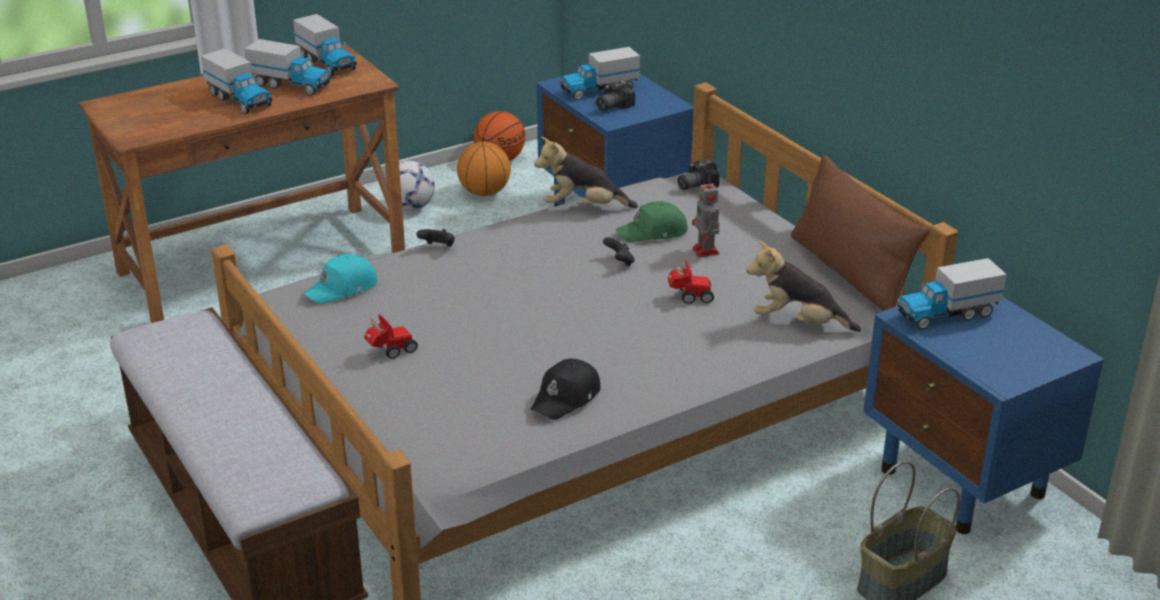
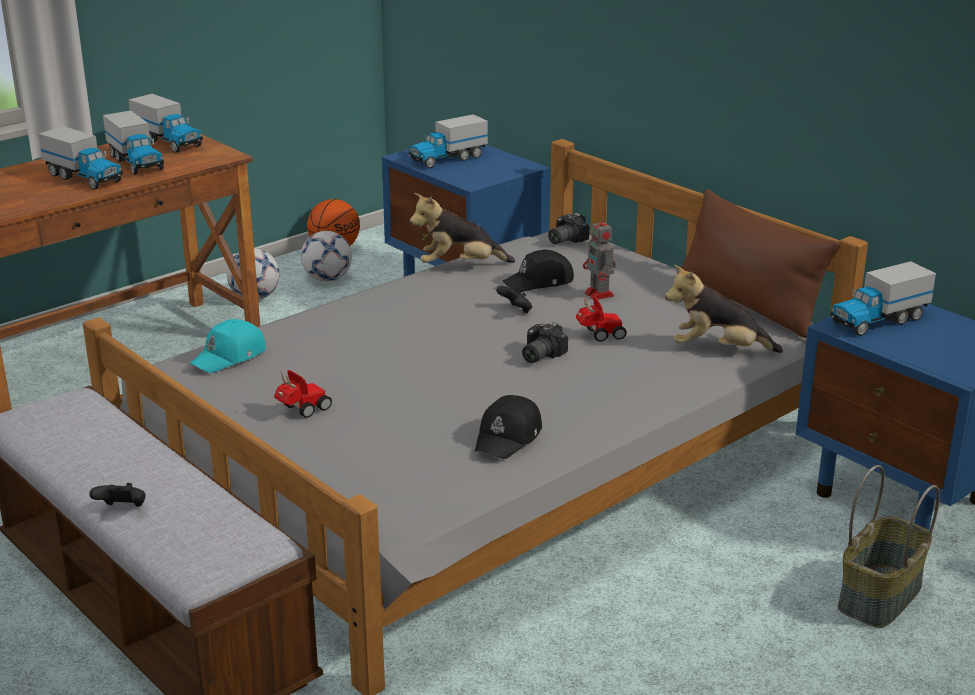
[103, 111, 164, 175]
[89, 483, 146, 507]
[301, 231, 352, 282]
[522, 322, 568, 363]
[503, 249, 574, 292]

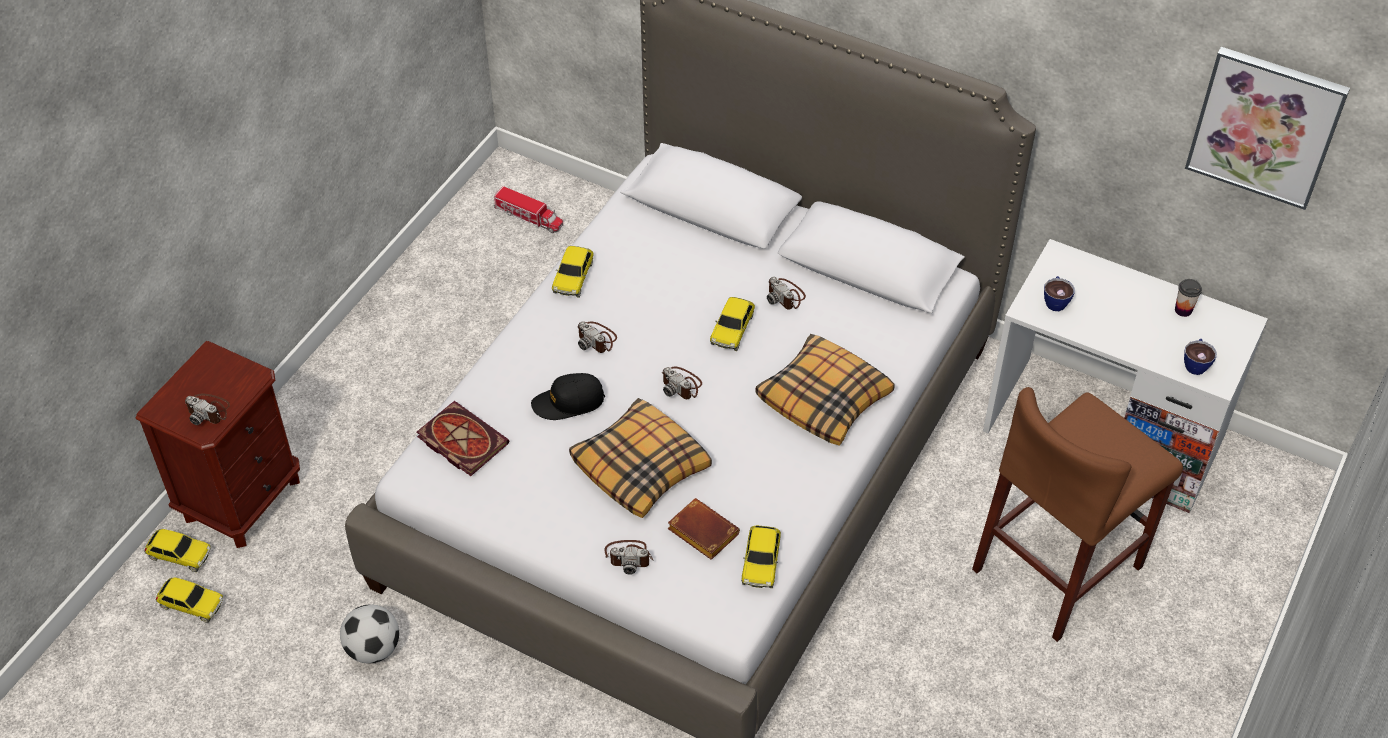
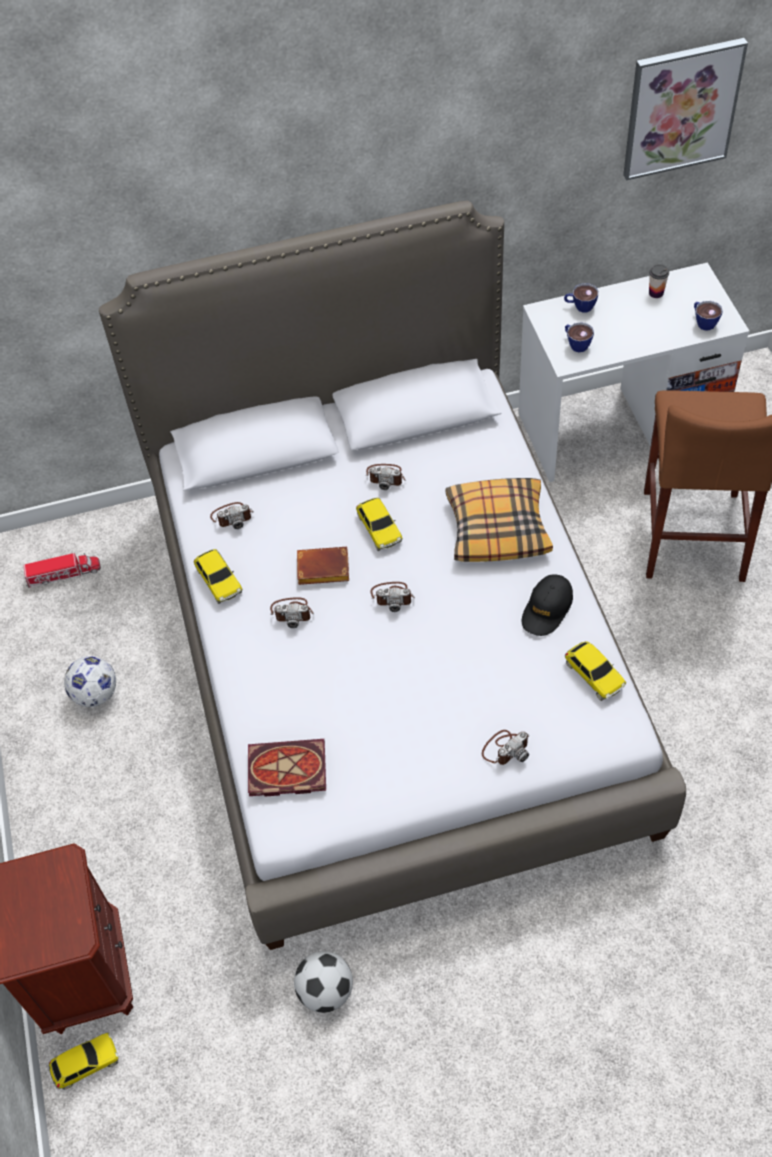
[156, 577, 223, 623] (first image)
[210, 502, 254, 529]
[522, 574, 573, 636]
[569, 398, 712, 518] (first image)
[297, 547, 349, 585]
[64, 656, 116, 707]
[564, 283, 598, 313]

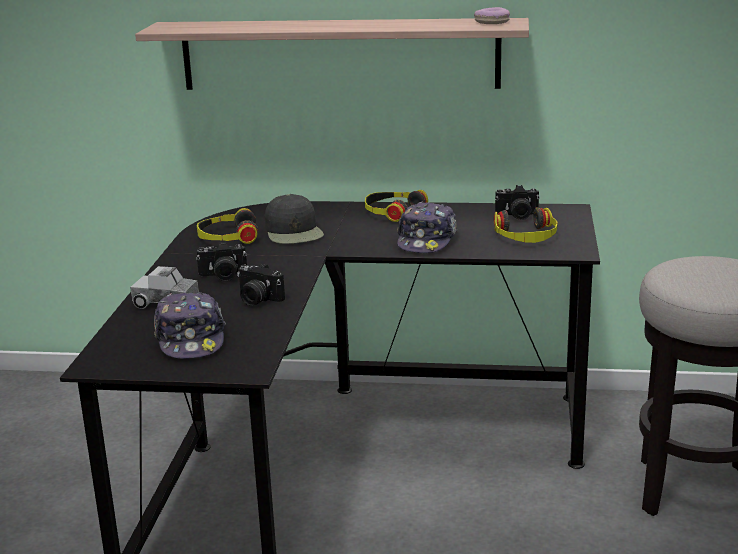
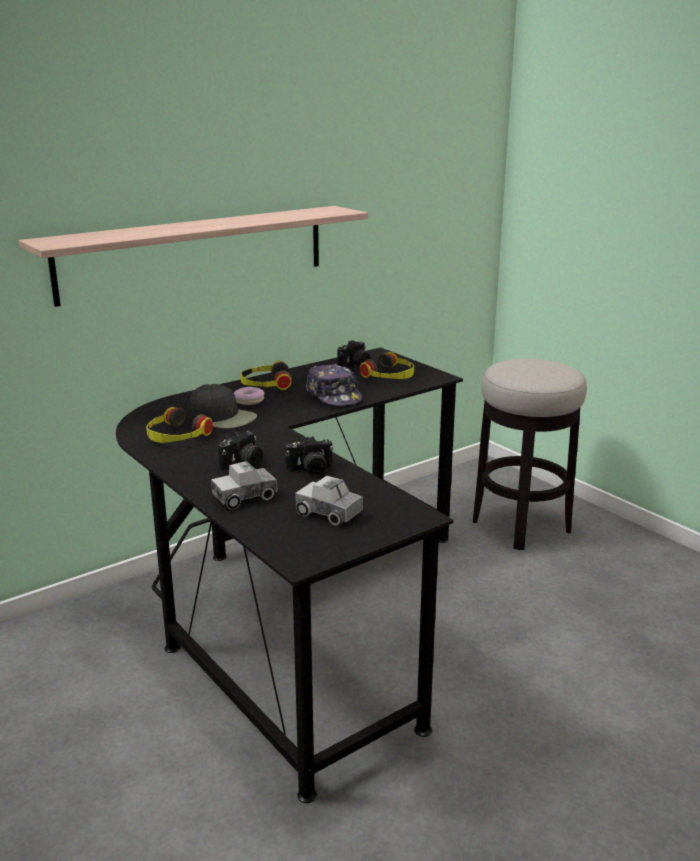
[295, 476, 363, 526]
[234, 387, 265, 405]

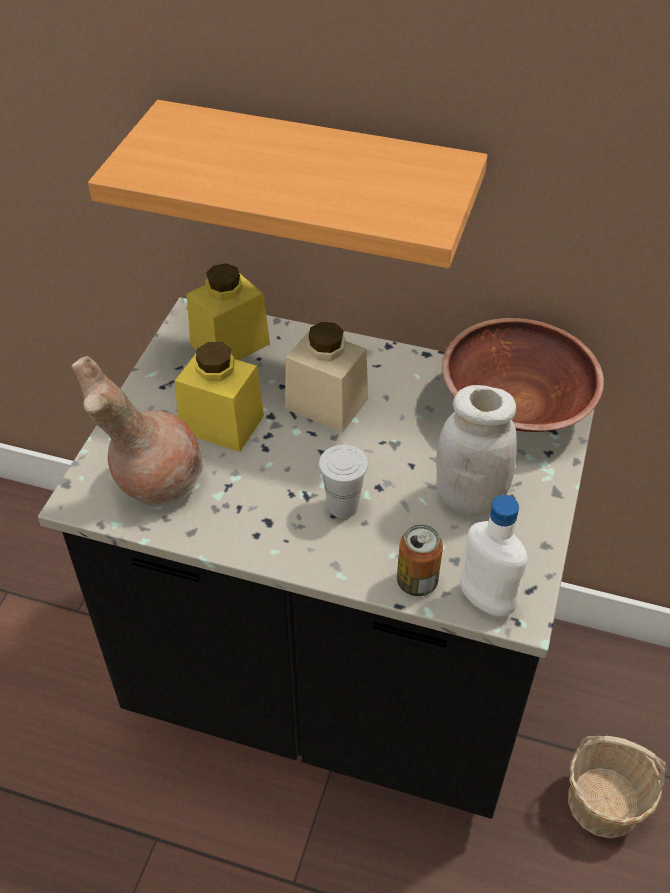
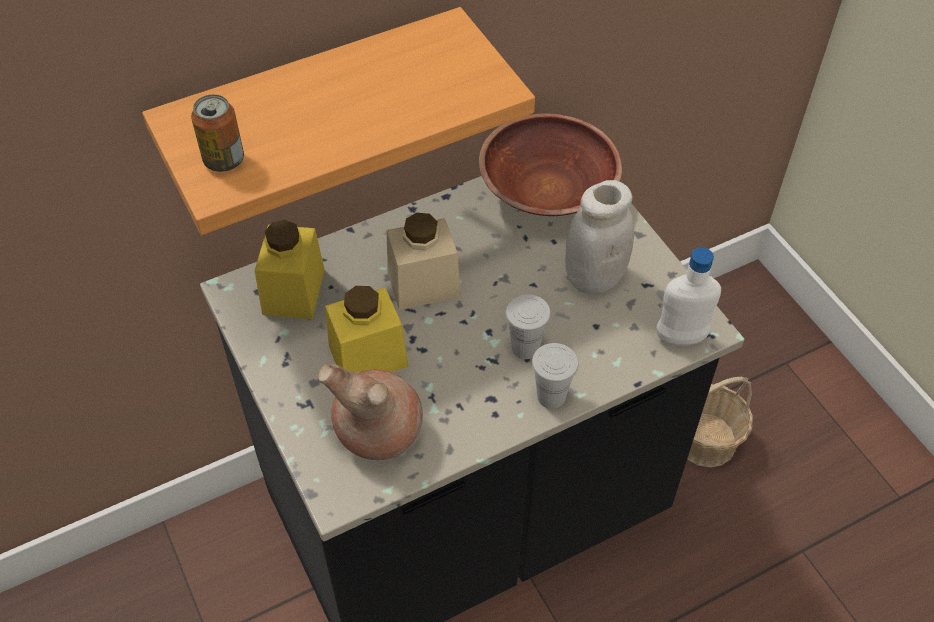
[191, 95, 244, 172]
[532, 343, 579, 409]

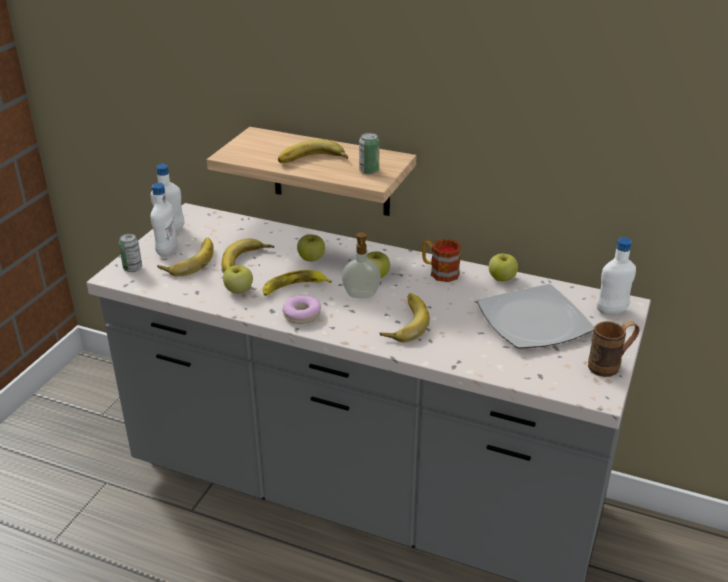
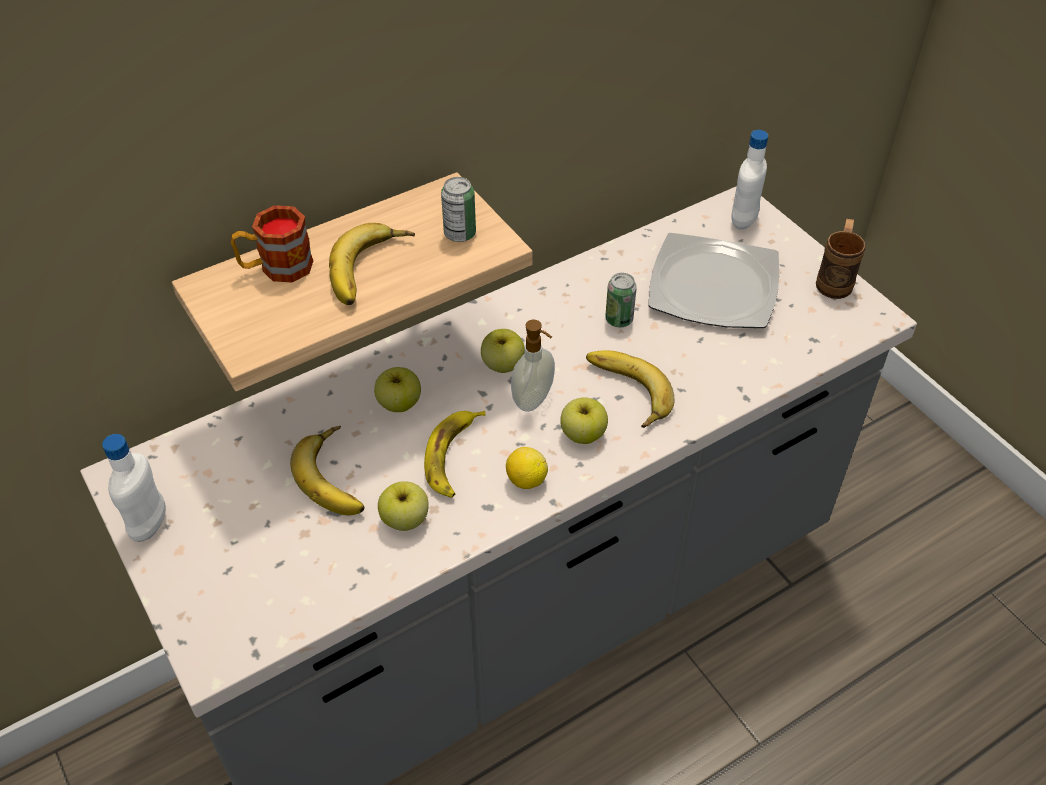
[605, 273, 637, 327]
[151, 183, 177, 256] (first image)
[157, 237, 214, 277] (first image)
[506, 447, 548, 489]
[231, 205, 313, 283]
[560, 397, 608, 444]

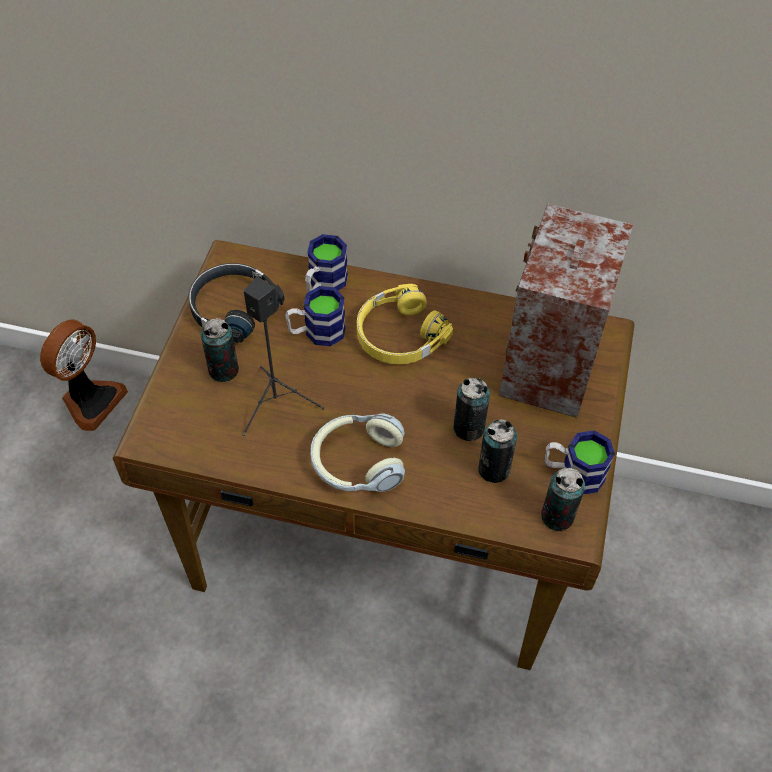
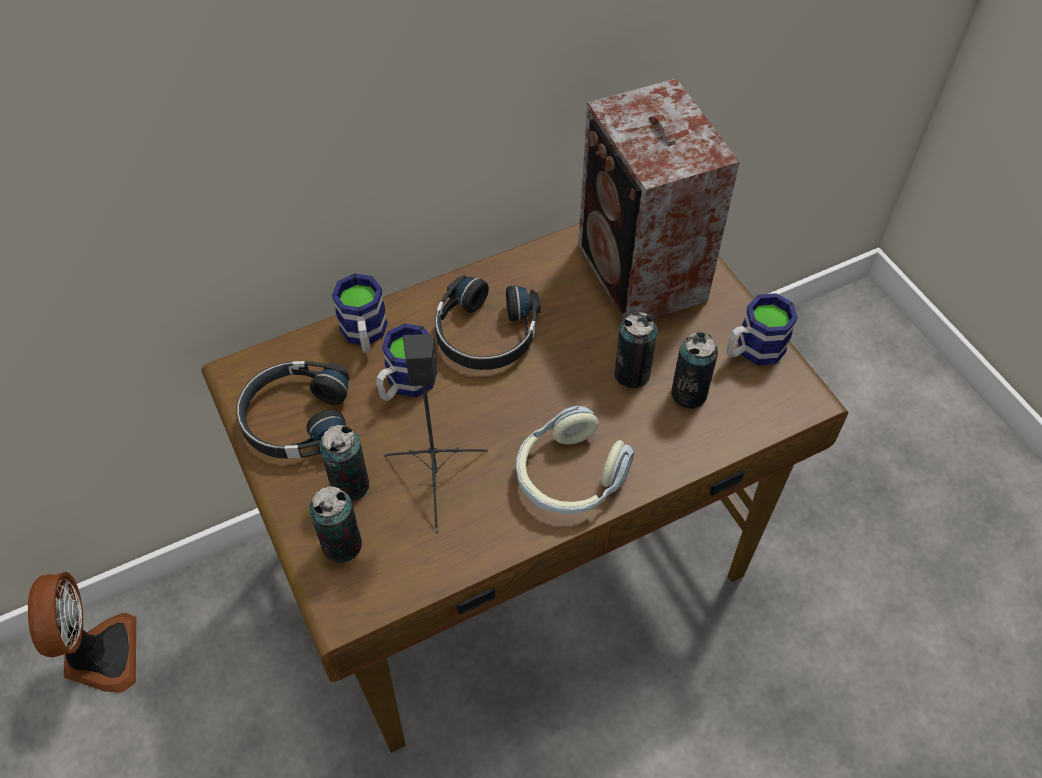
[435, 275, 541, 370]
[309, 486, 362, 563]

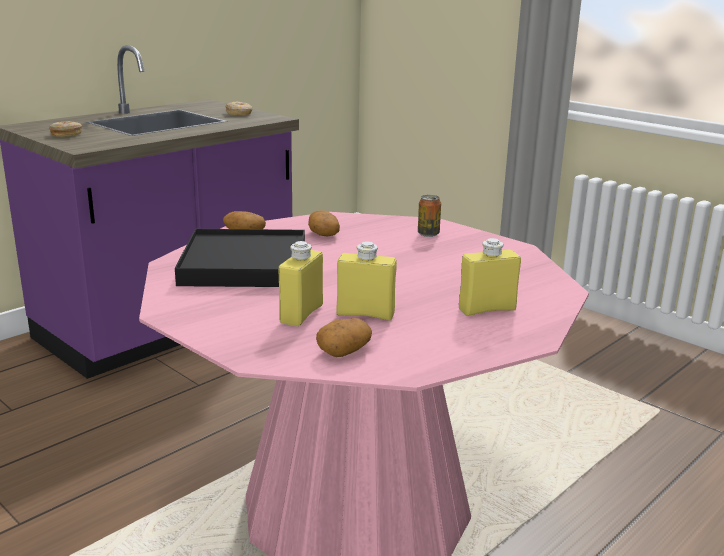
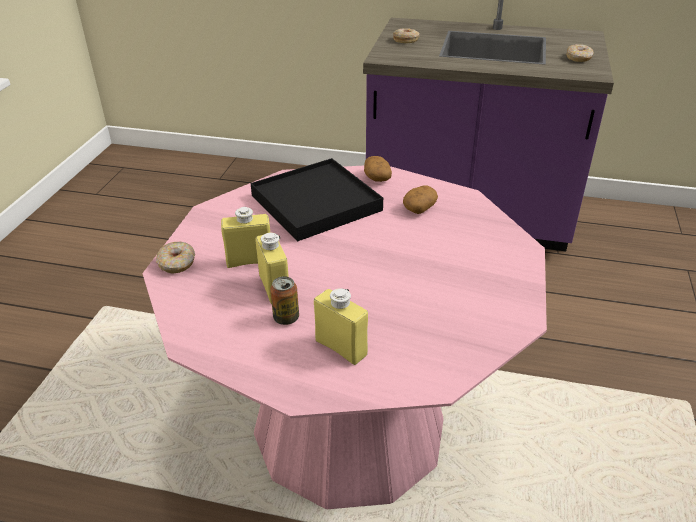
[316, 318, 372, 357] (first image)
[270, 276, 299, 325]
[156, 242, 195, 274]

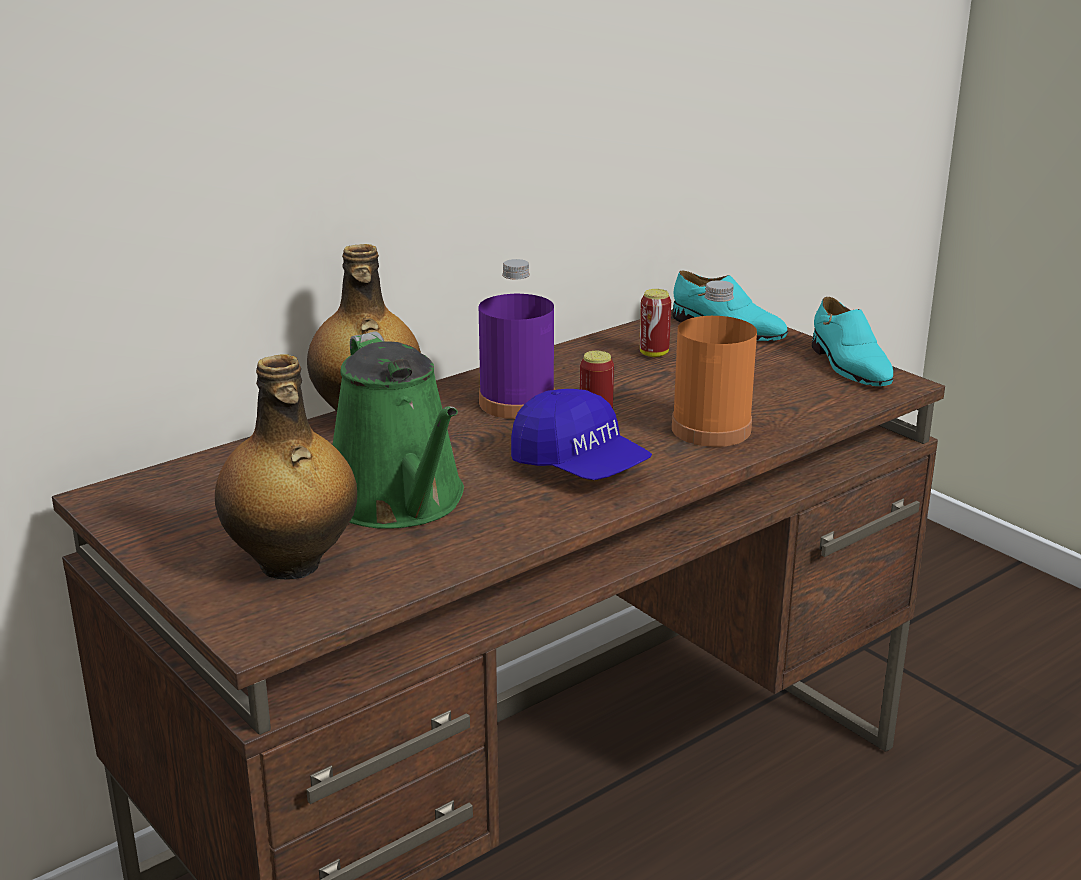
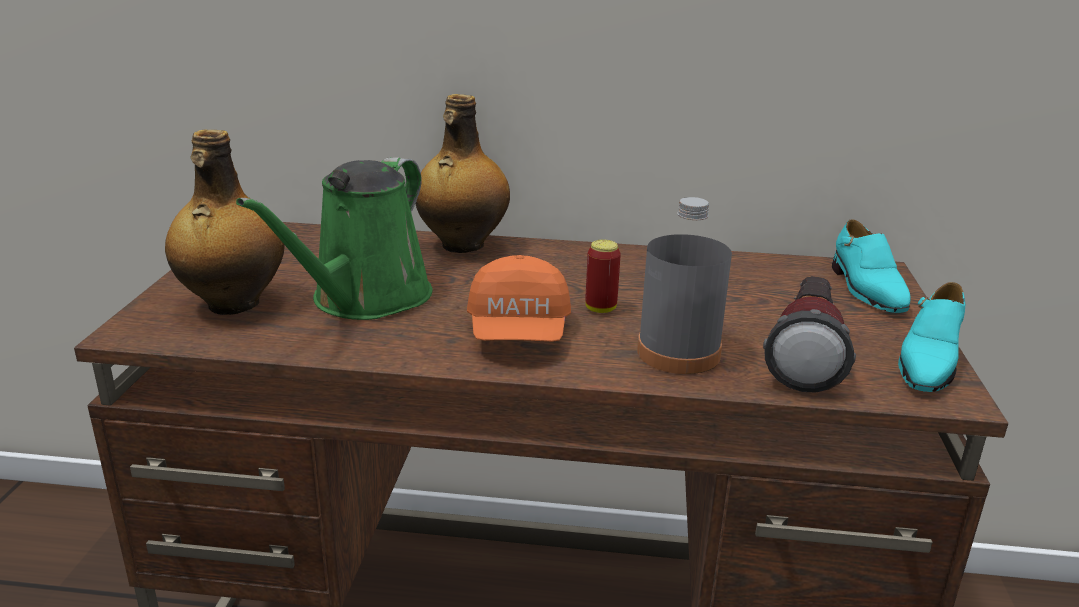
[479, 259, 555, 419] (first image)
[467, 255, 571, 342]
[640, 289, 671, 357] (first image)
[637, 197, 732, 374]
[763, 276, 856, 393]

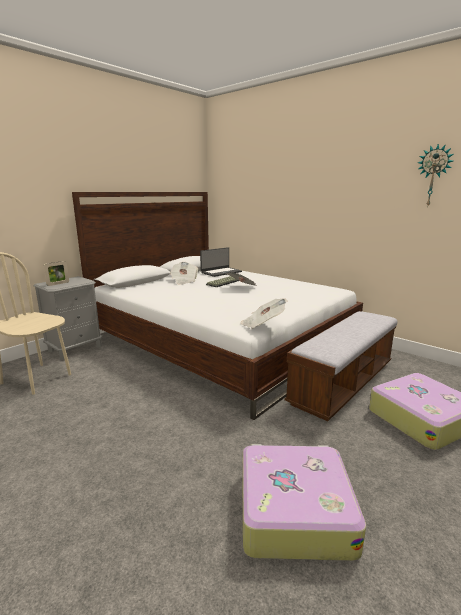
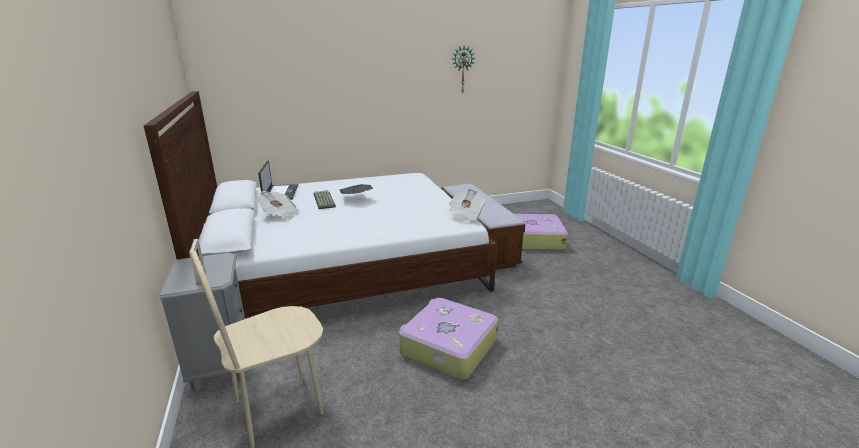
[399, 298, 498, 380]

